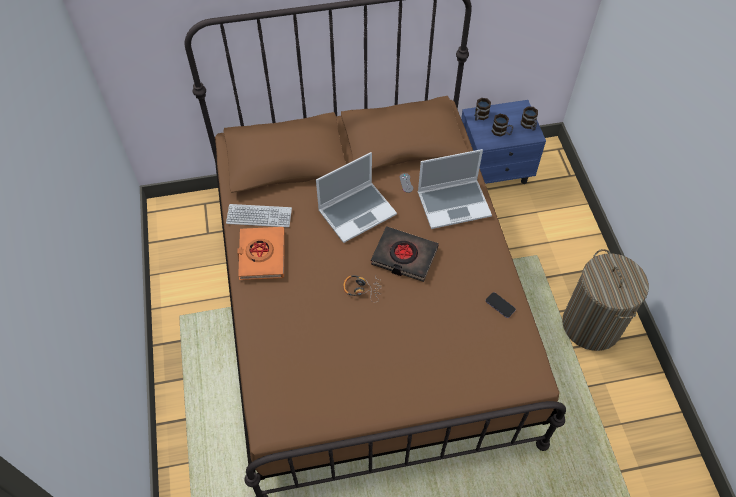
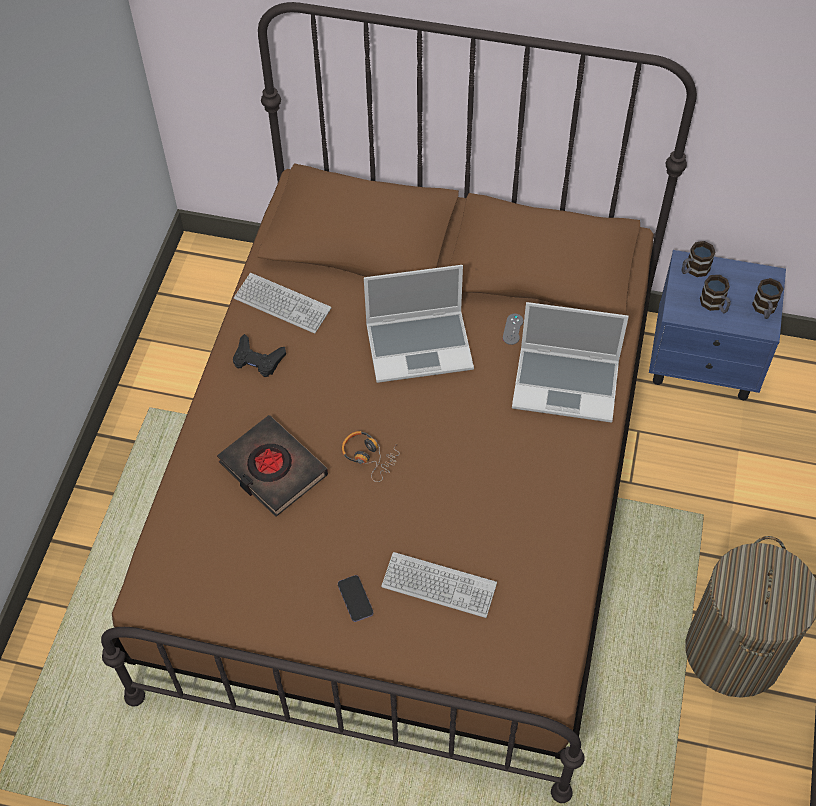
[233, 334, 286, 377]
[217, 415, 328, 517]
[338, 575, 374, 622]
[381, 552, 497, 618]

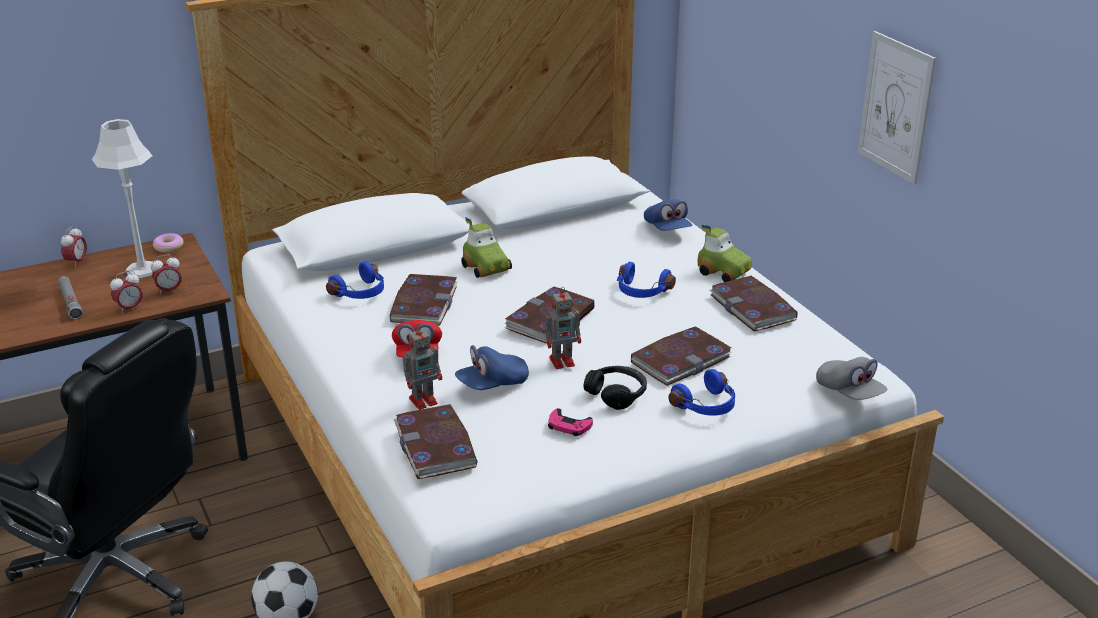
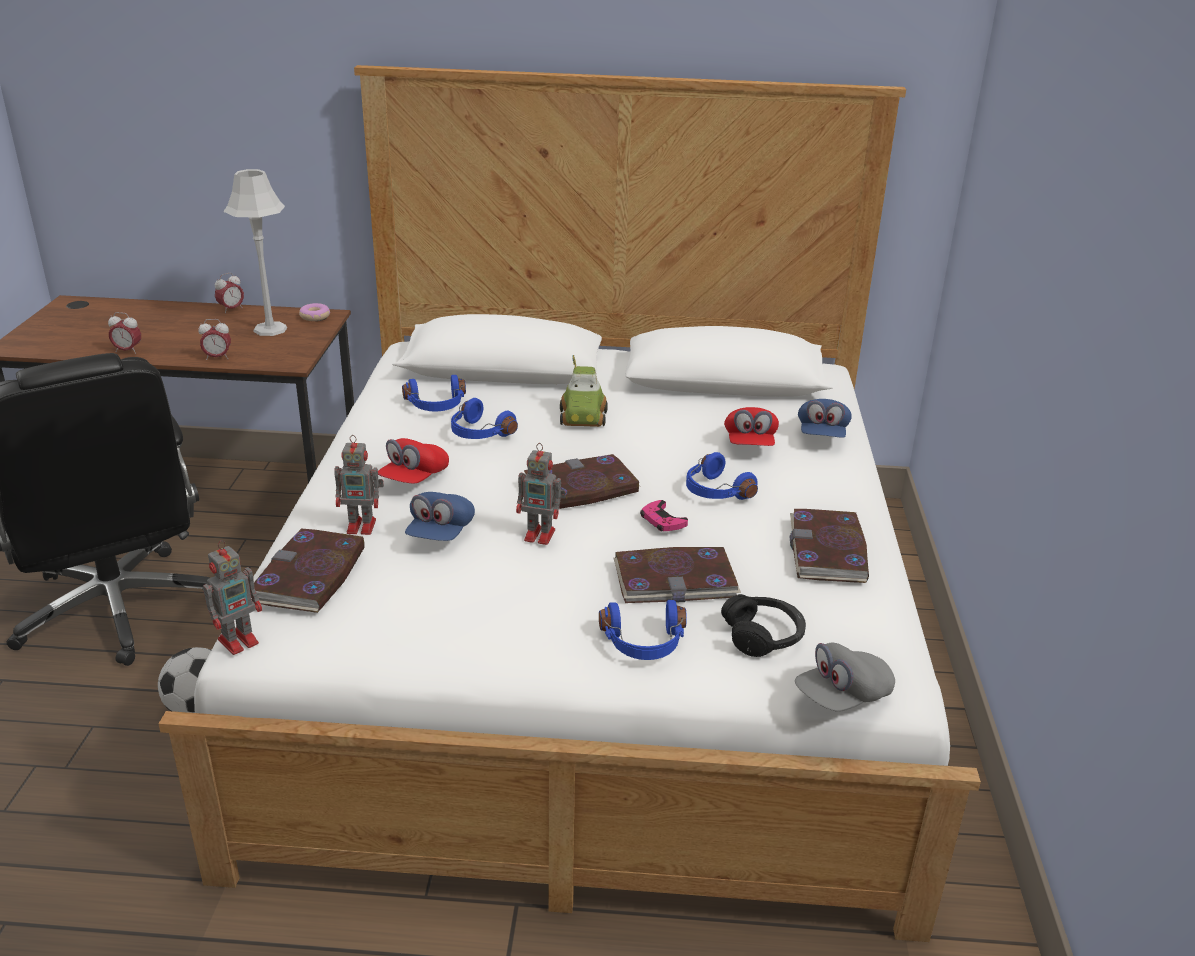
[58, 276, 83, 319] (first image)
[108, 312, 141, 354]
[451, 398, 518, 439]
[405, 492, 475, 541]
[640, 500, 688, 531]
[721, 594, 806, 657]
[698, 224, 752, 282] (first image)
[795, 643, 895, 712]
[858, 31, 936, 184] (first image)
[203, 540, 262, 655]
[724, 407, 779, 446]

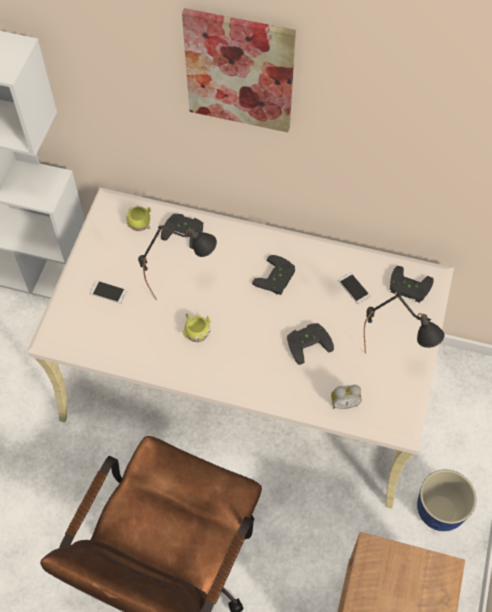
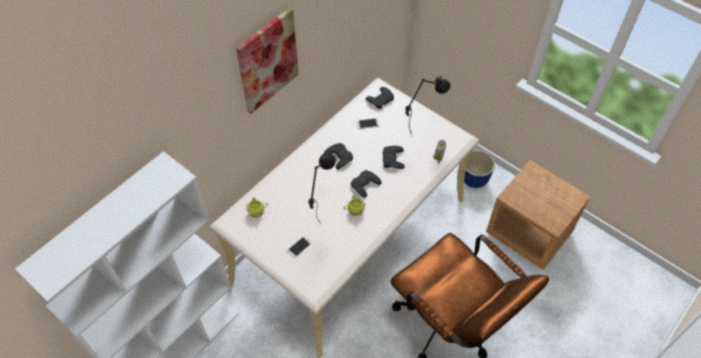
[351, 170, 382, 198]

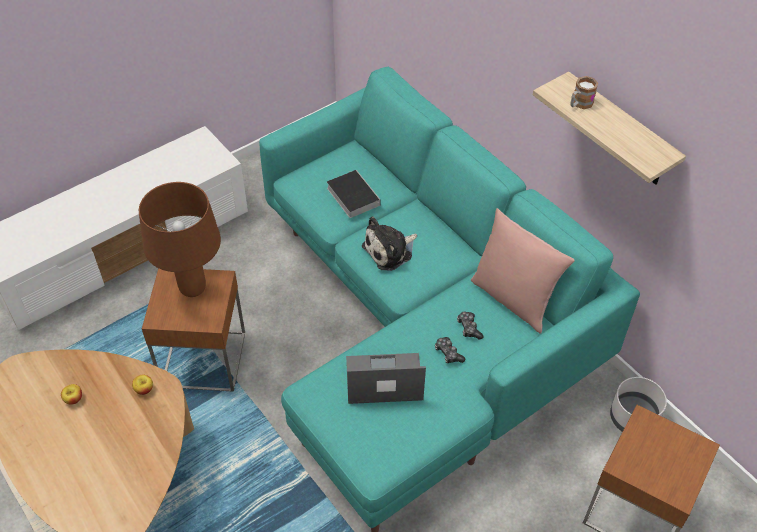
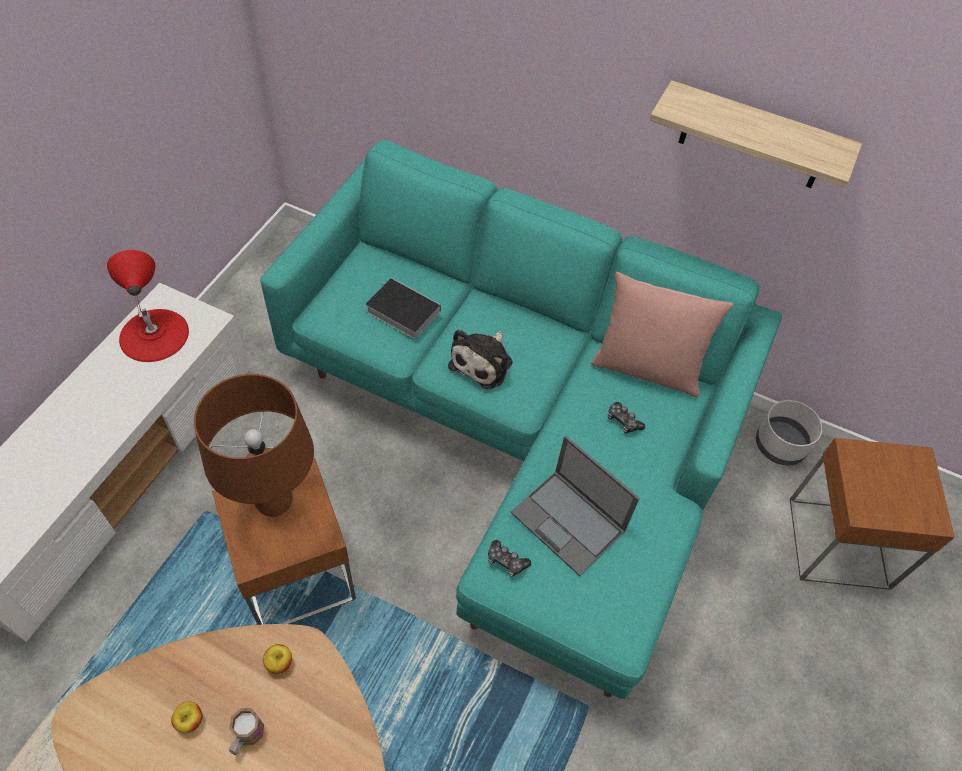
[510, 435, 640, 576]
[488, 540, 531, 577]
[229, 708, 264, 755]
[107, 250, 189, 362]

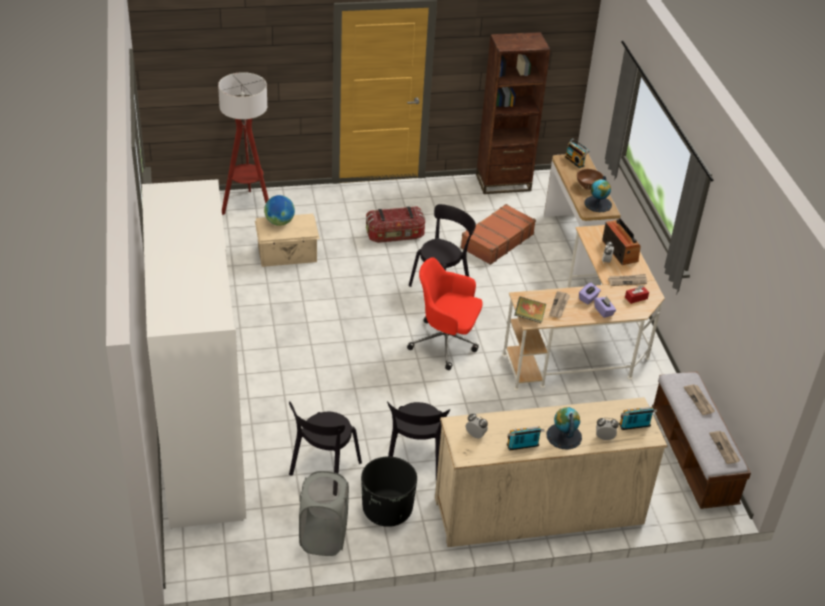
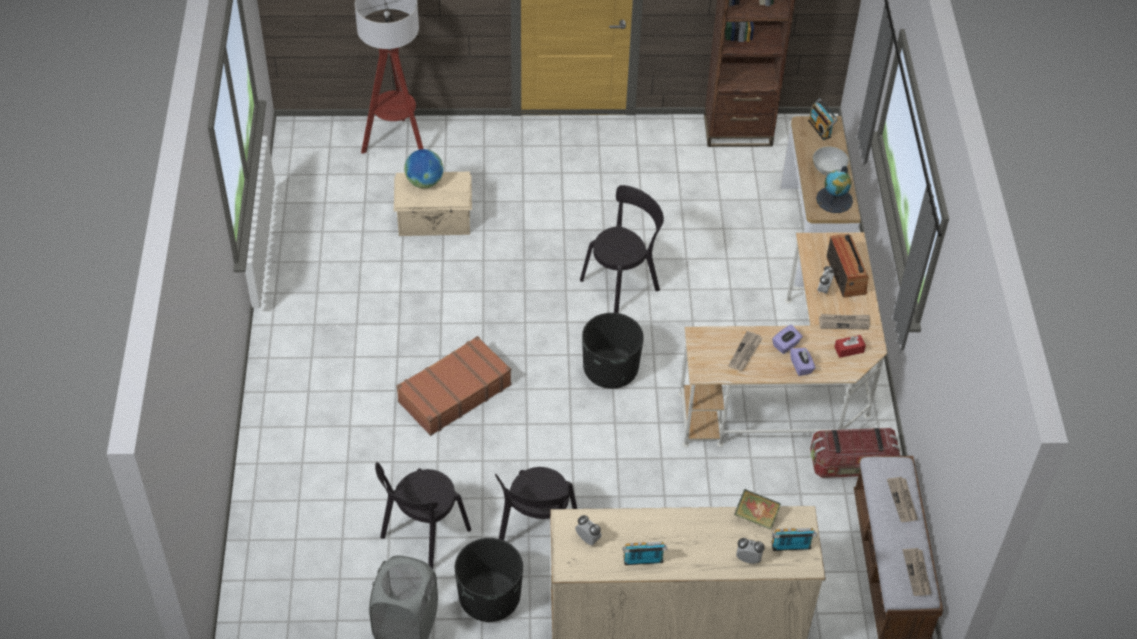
[142, 179, 246, 529] (first image)
[810, 428, 900, 478]
[582, 313, 644, 389]
[397, 336, 512, 436]
[734, 489, 781, 530]
[546, 407, 582, 450] (first image)
[813, 146, 849, 176]

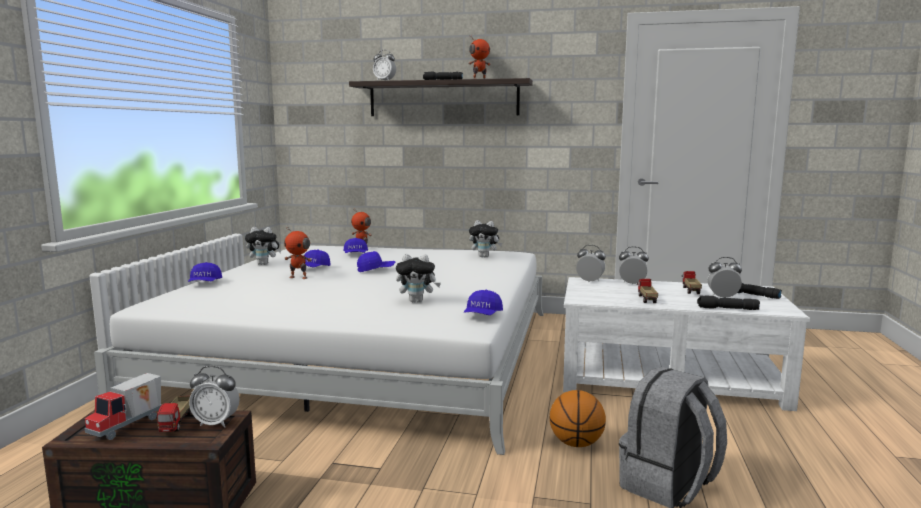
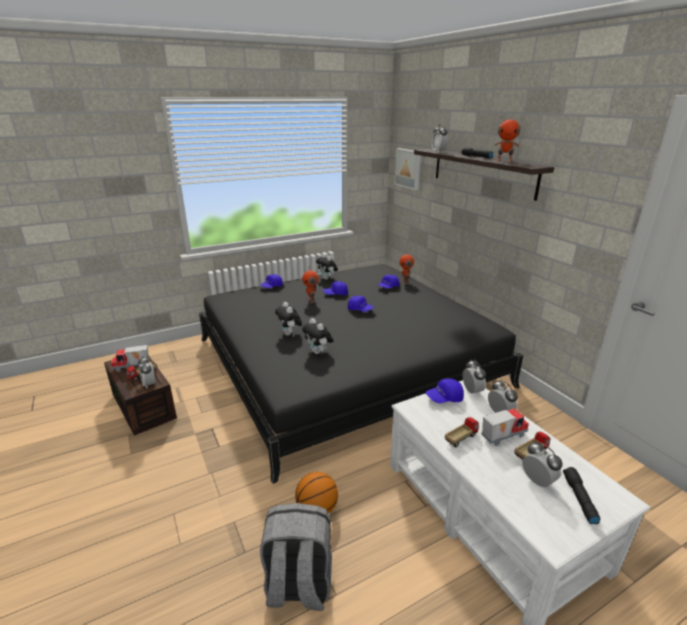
[199, 264, 523, 484]
[426, 379, 464, 403]
[275, 302, 302, 336]
[697, 295, 760, 310] (first image)
[394, 148, 421, 190]
[481, 408, 529, 446]

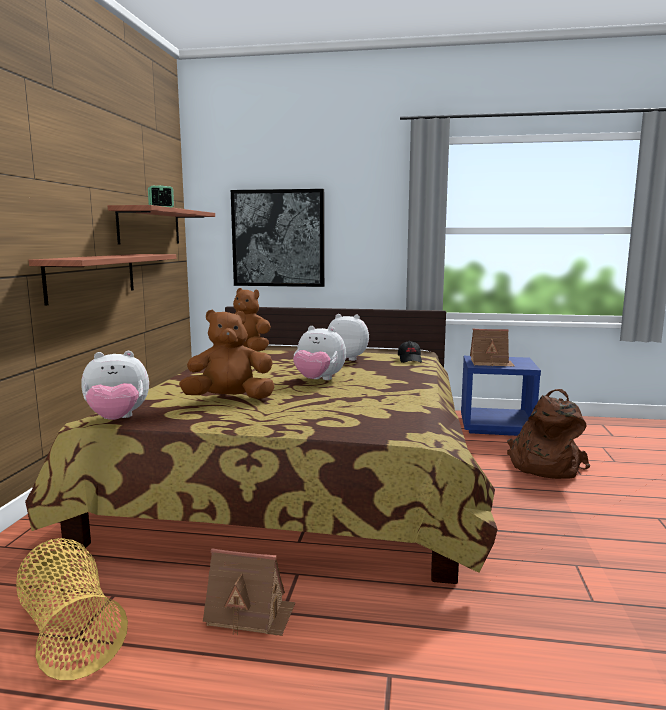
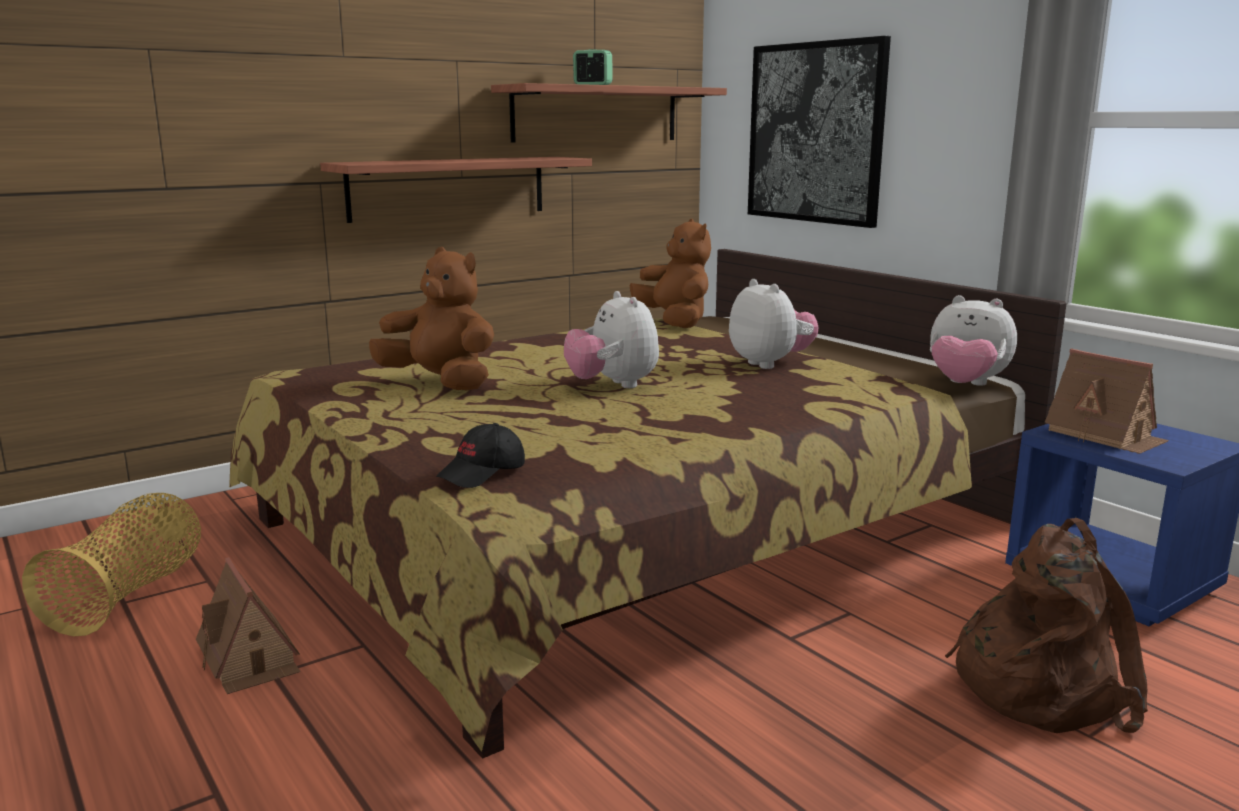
[930, 295, 1017, 386]
[436, 423, 525, 488]

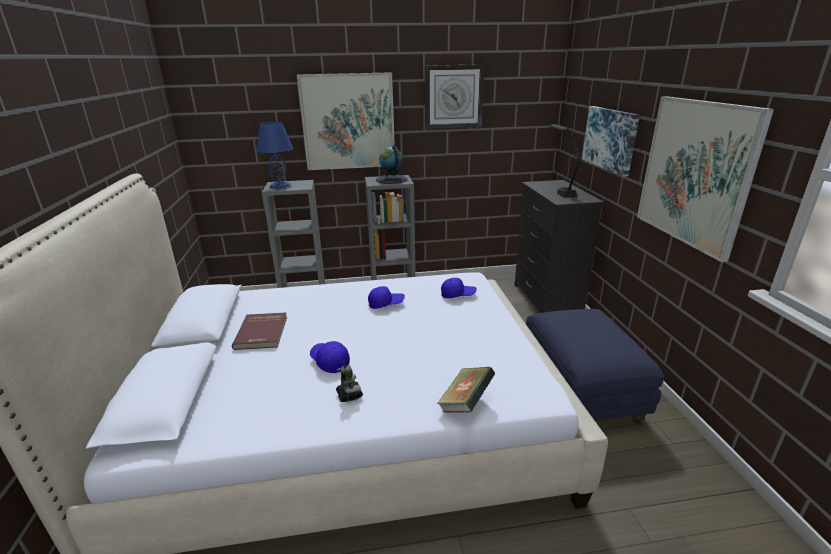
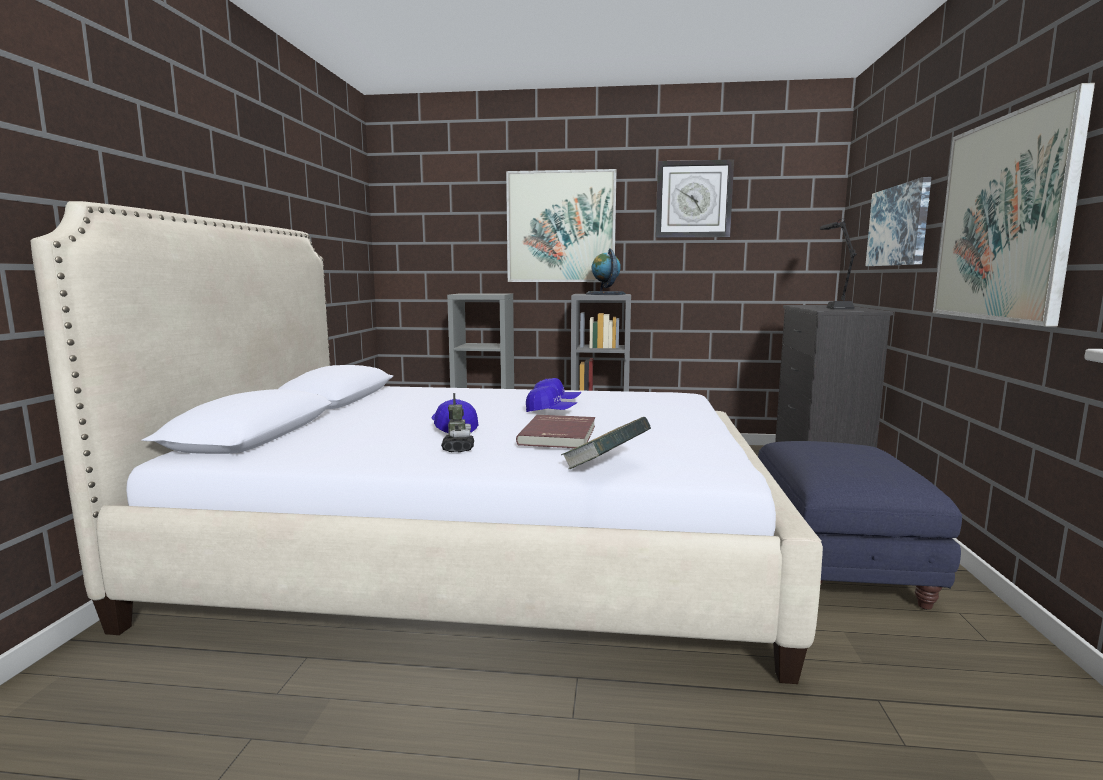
[516, 415, 595, 448]
[256, 122, 293, 190] (first image)
[526, 386, 577, 412]

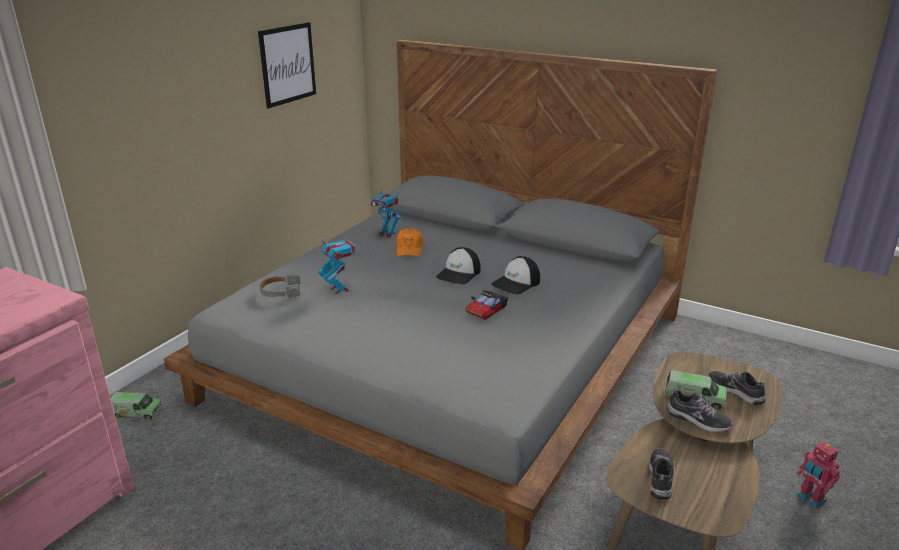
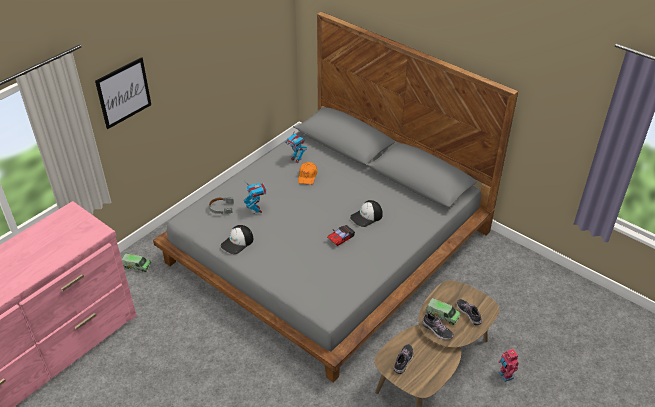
[95, 57, 151, 129]
[221, 225, 253, 254]

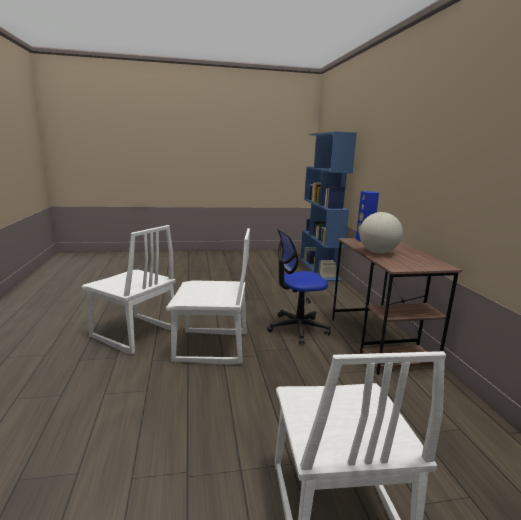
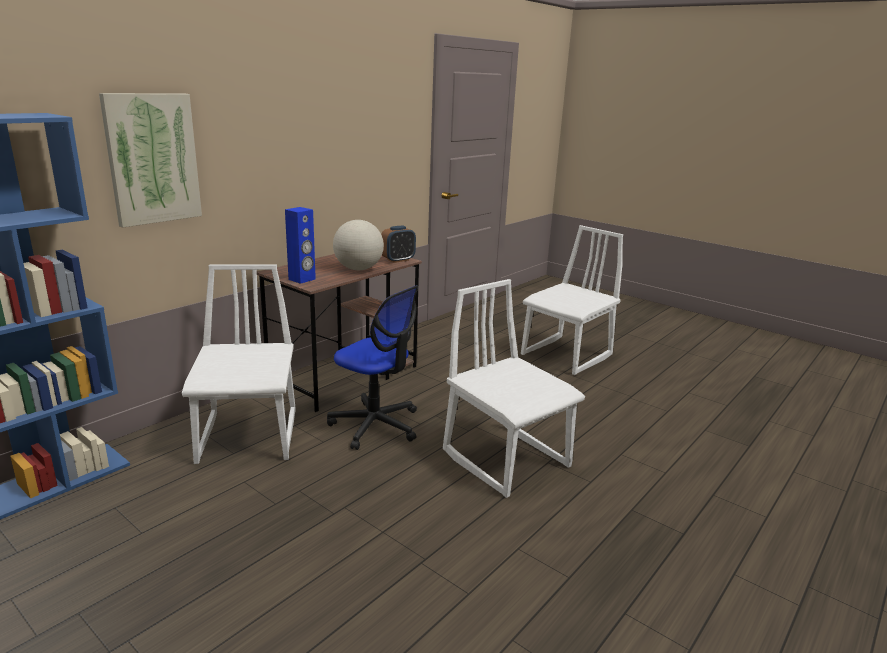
[182, 264, 296, 464]
[99, 93, 202, 228]
[381, 226, 416, 263]

